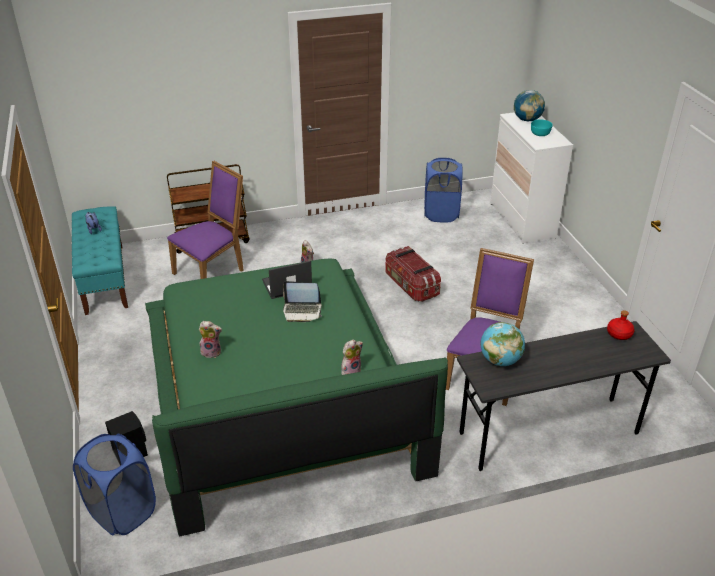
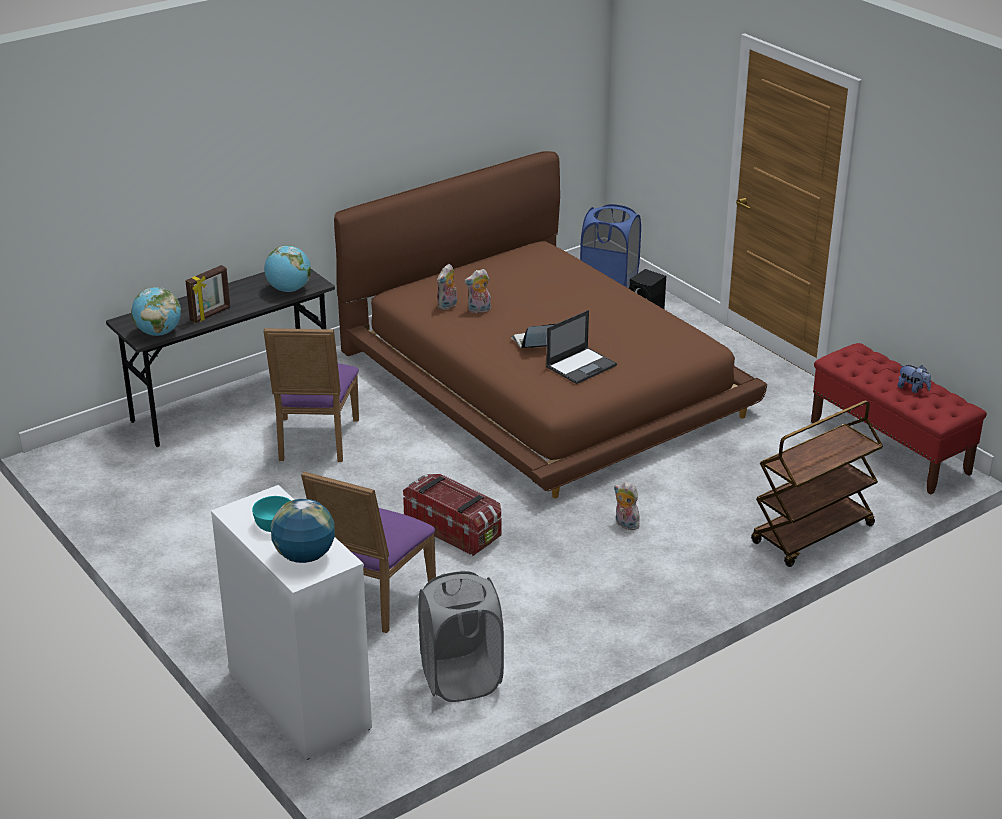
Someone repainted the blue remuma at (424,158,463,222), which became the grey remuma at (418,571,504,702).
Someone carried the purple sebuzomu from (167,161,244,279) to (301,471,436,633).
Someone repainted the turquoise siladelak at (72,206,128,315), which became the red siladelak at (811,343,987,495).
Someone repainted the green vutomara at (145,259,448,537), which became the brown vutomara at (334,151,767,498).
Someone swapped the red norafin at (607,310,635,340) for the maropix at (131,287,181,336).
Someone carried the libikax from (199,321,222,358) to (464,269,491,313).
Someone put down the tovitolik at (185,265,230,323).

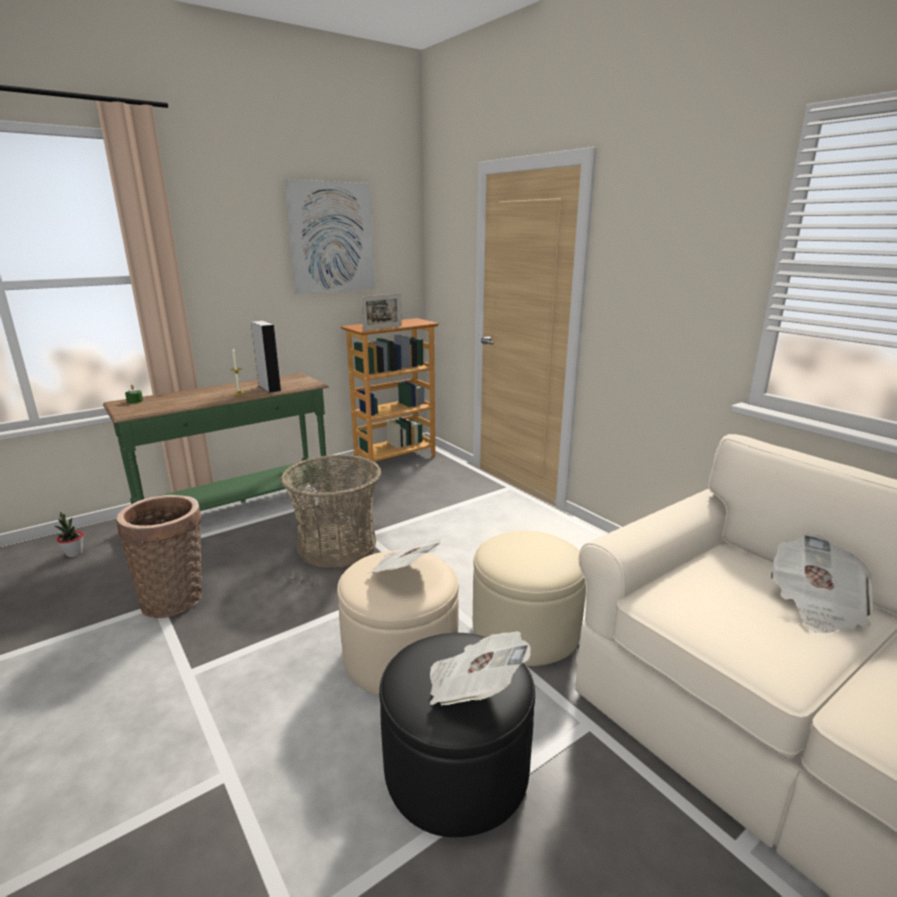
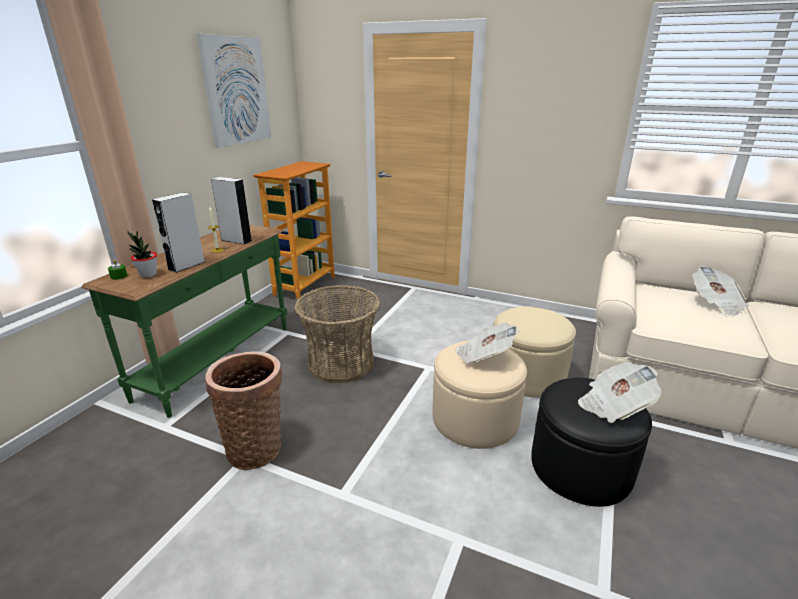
Someone took away the tovitolik at (361,293,402,331).
Someone carried the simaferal from (55,512,83,557) to (127,231,157,278).
Someone put down the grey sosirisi at (152,192,205,273).

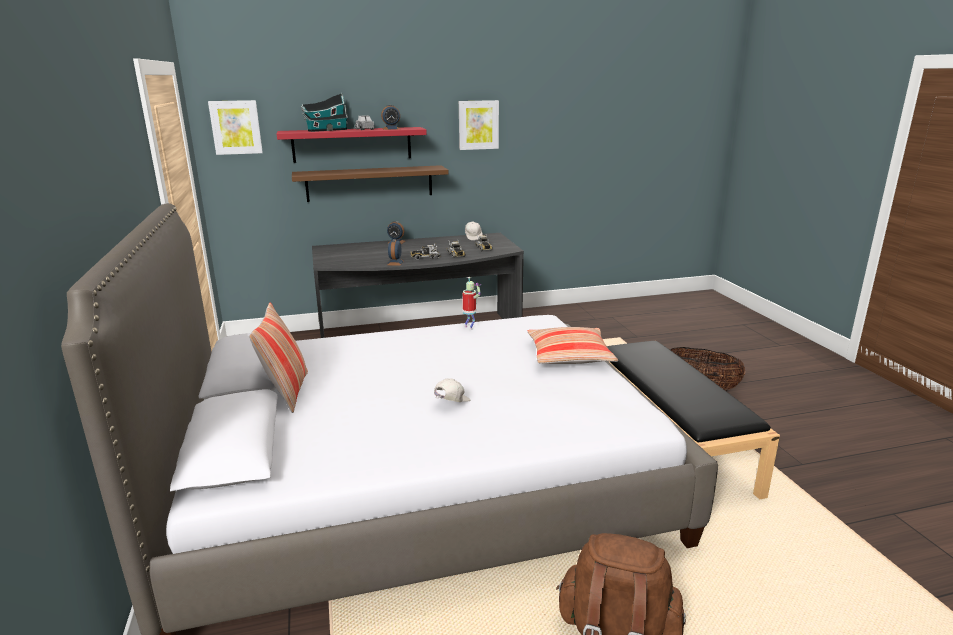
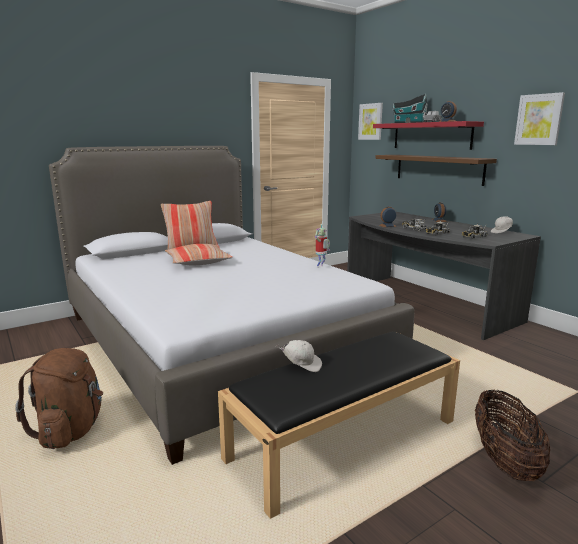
Someone carried the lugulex from (527,327,618,364) to (165,244,233,265).
Someone carried the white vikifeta from (434,378,470,402) to (276,340,322,372).

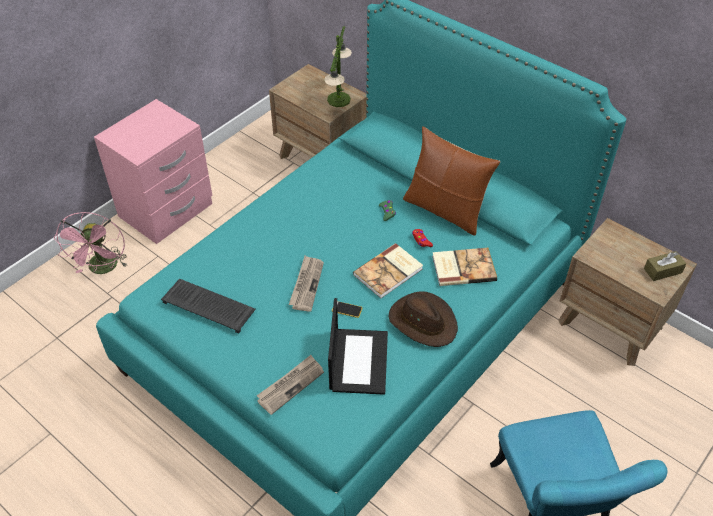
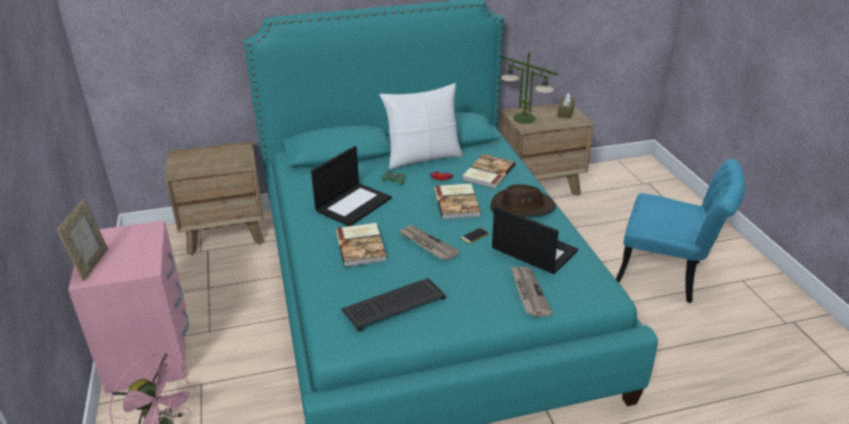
Someone carried the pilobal from (324,26,352,107) to (501,52,559,124).
Someone repainted the brown lugulex at (403,126,500,236), which became the white lugulex at (379,83,463,169).
Someone put down the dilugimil at (311,146,392,226).
Someone put down the tovitolik at (57,199,108,281).
Someone put down the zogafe at (336,223,387,267).

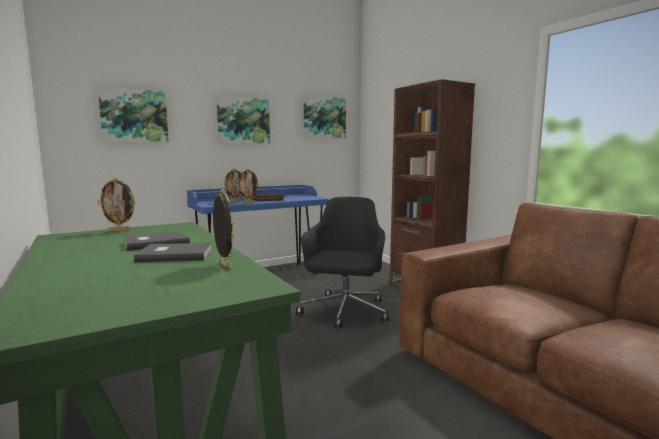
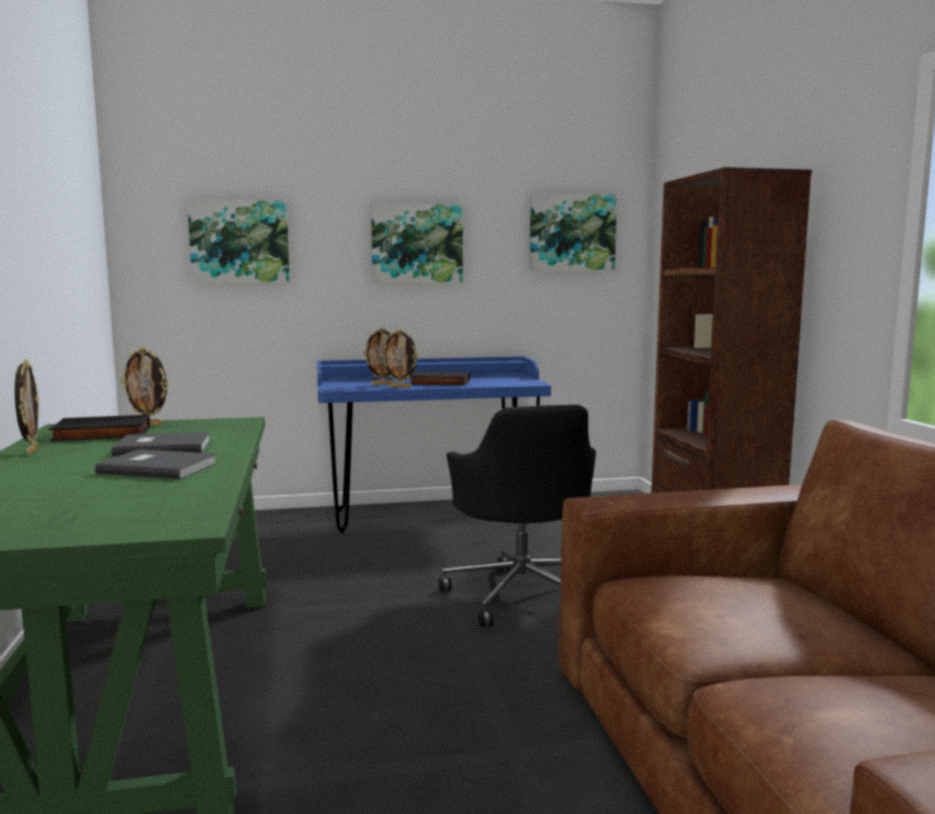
Someone carried the tovitolik from (213,189,235,269) to (15,360,39,456).
Someone rotated the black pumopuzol at (296,197,389,328) by 135 degrees clockwise.
Someone put down the black zogafe at (49,415,150,442).

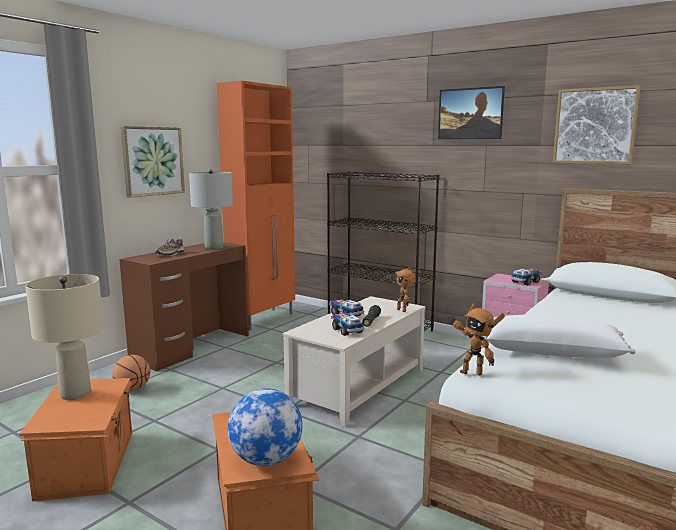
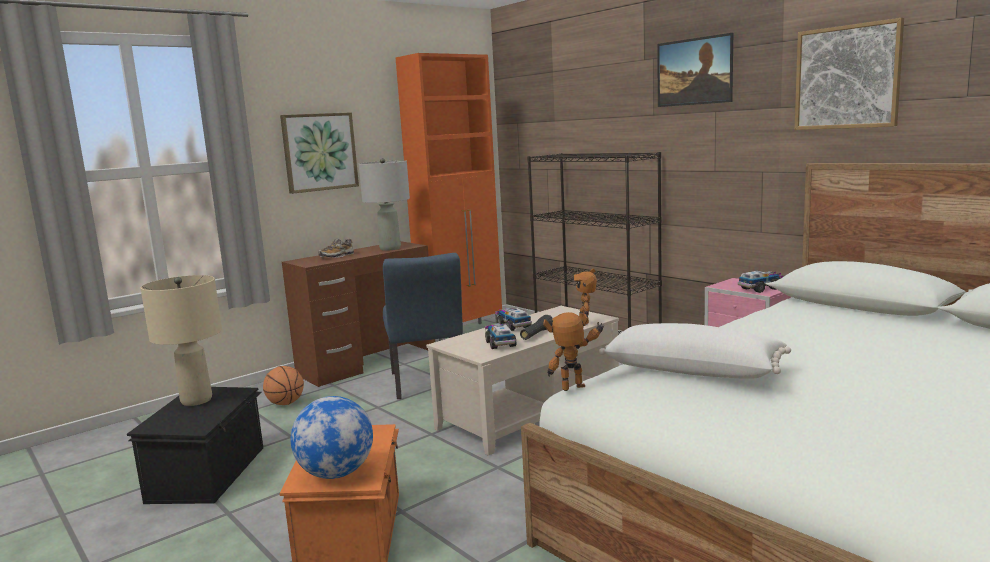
Someone rotated the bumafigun at (449,303,505,375) by 120 degrees clockwise.
Someone repainted the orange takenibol at (19,378,133,502), which became the black takenibol at (127,387,263,504).
Someone put down the blue sebuzomu at (383,253,463,399).

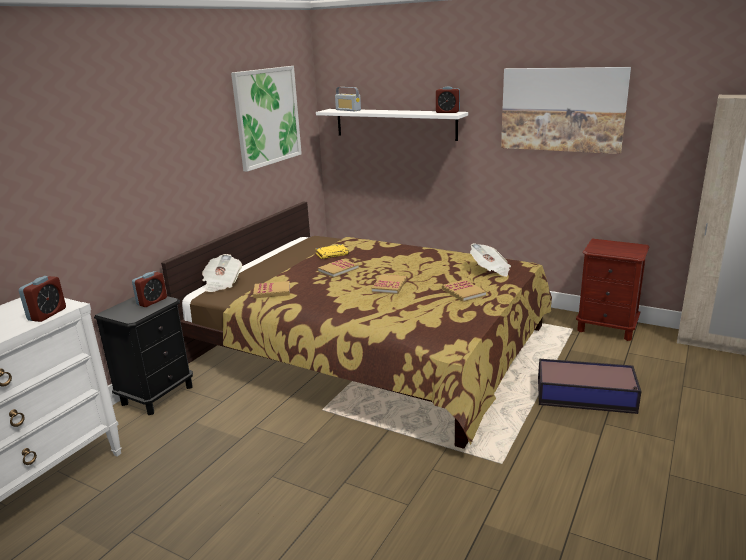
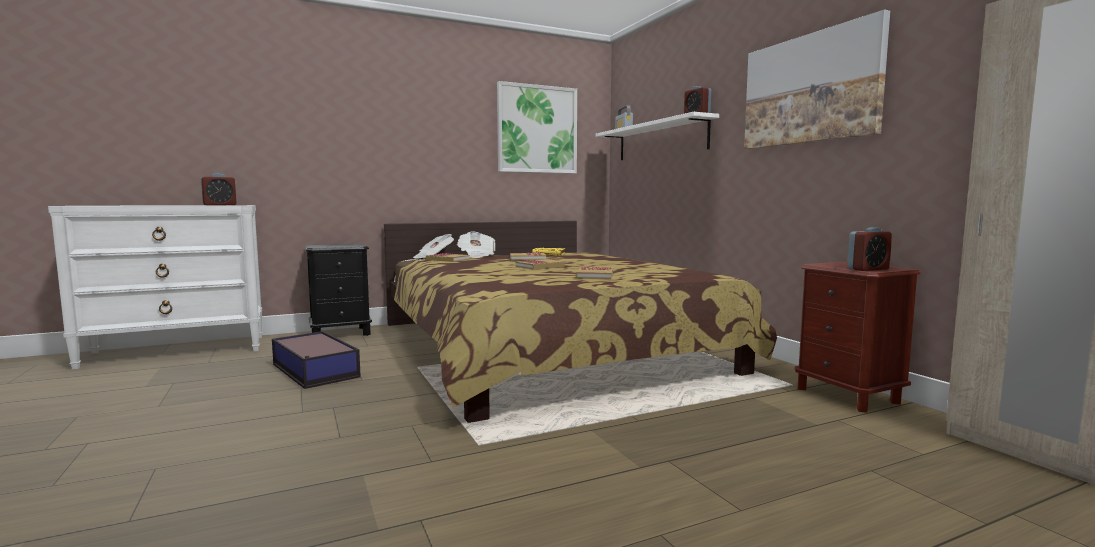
Someone carried the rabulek from (470,243,511,277) to (457,232,495,258).
Someone carried the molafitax from (132,271,167,307) to (848,227,892,271).
Someone carried the takenibol from (538,359,641,414) to (272,331,361,389).

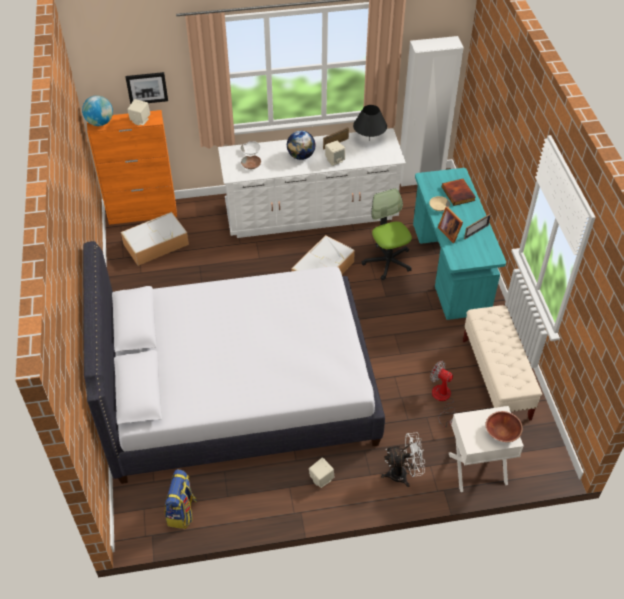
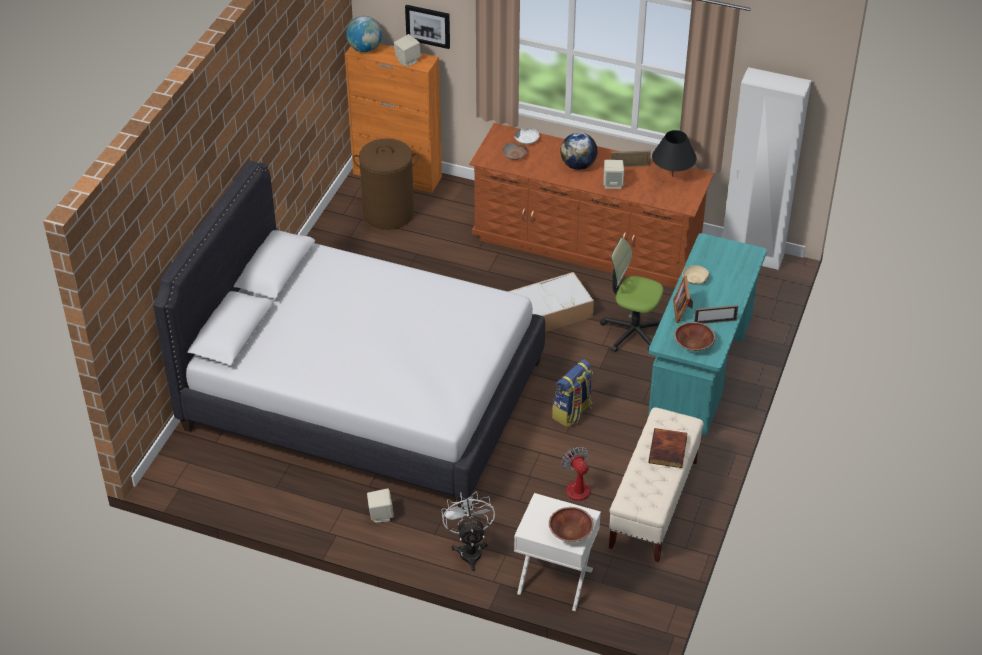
Someone repainted the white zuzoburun at (218,128,406,238), which became the brown zuzoburun at (469,123,714,288).
Someone carried the zogafe from (442,179,475,206) to (648,428,687,468).
Someone rotated the pumopuzol at (362,188,412,280) by 75 degrees counterclockwise.
Someone swapped the takenibol at (121,212,189,266) for the brown remuma at (353,138,419,230).
Someone rotated the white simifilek at (381,433,425,487) by 120 degrees counterclockwise.
Someone carried the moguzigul from (165,469,197,529) to (552,359,593,427).
Someone put down the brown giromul at (674,322,715,351).

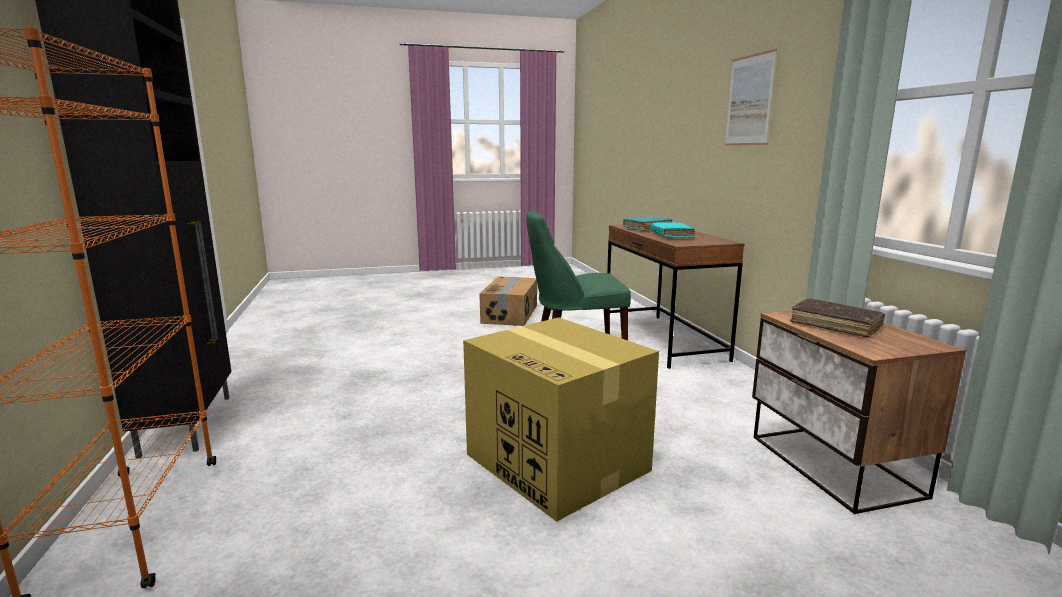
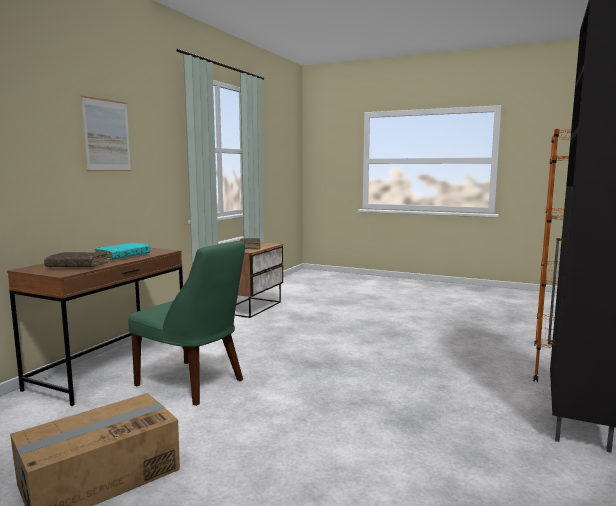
Someone repainted the turquoise zogafe at (623,216,672,231), which became the brown zogafe at (44,252,108,267).
Someone took away the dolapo at (463,317,659,522).

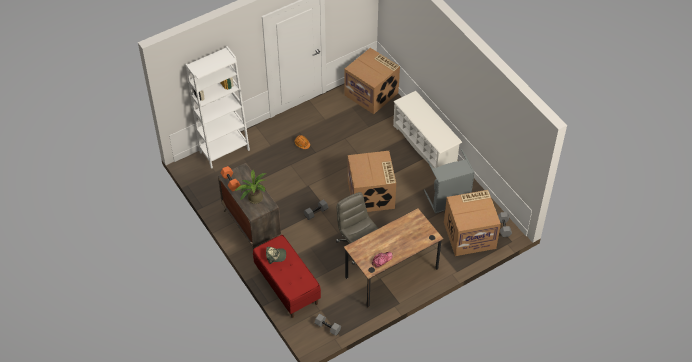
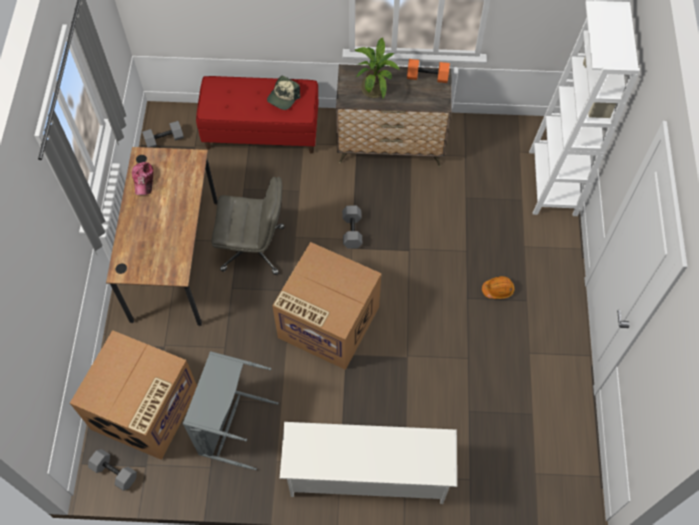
Someone took away the dolapo at (345,48,400,114).

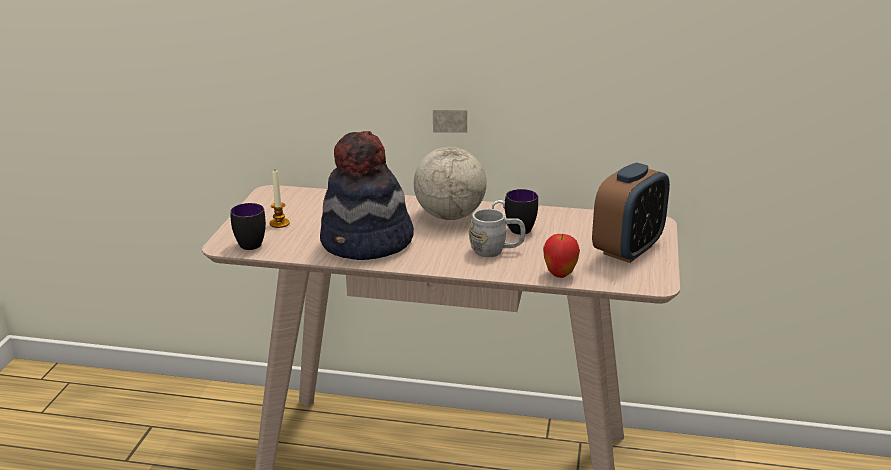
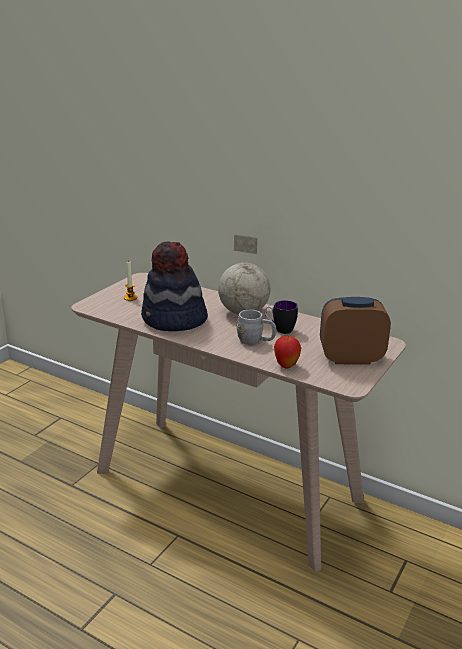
Someone rotated the molafitax at (592,163,670,263) by 150 degrees counterclockwise.
Someone took away the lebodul at (230,203,266,250).

